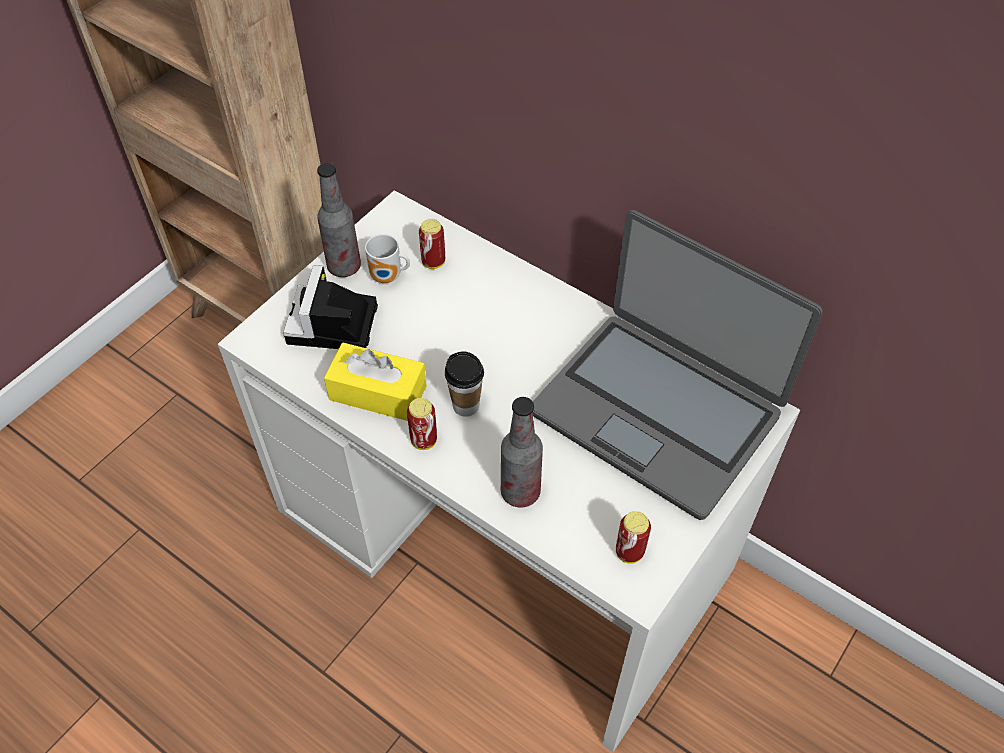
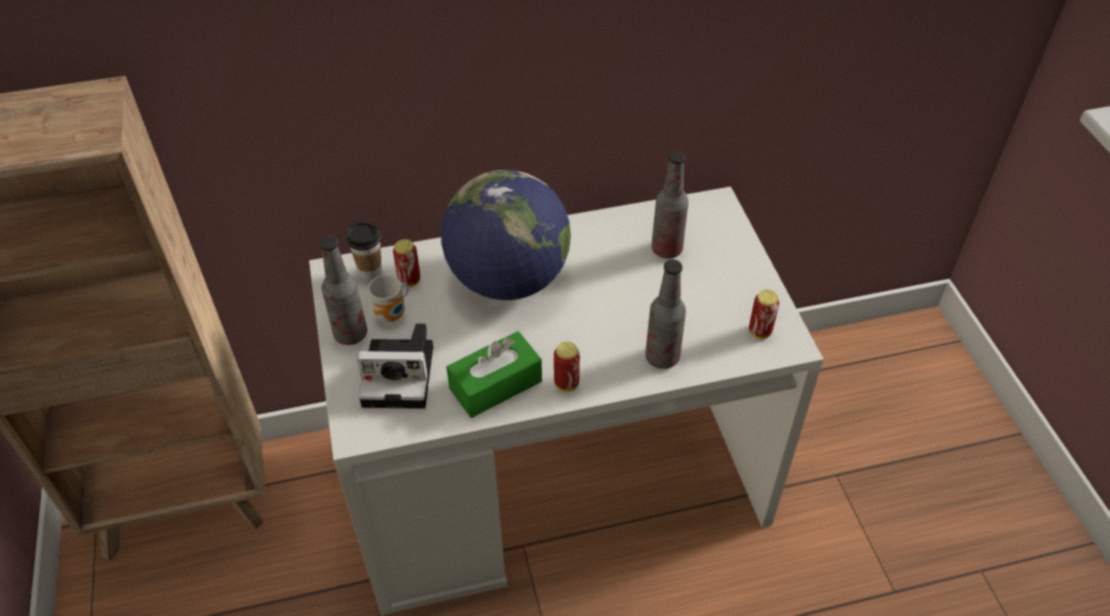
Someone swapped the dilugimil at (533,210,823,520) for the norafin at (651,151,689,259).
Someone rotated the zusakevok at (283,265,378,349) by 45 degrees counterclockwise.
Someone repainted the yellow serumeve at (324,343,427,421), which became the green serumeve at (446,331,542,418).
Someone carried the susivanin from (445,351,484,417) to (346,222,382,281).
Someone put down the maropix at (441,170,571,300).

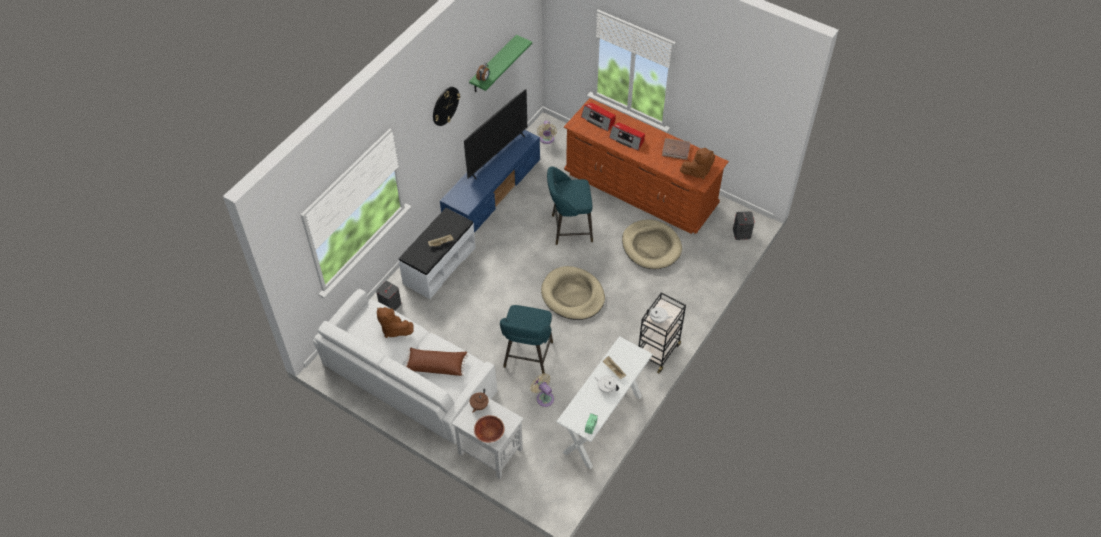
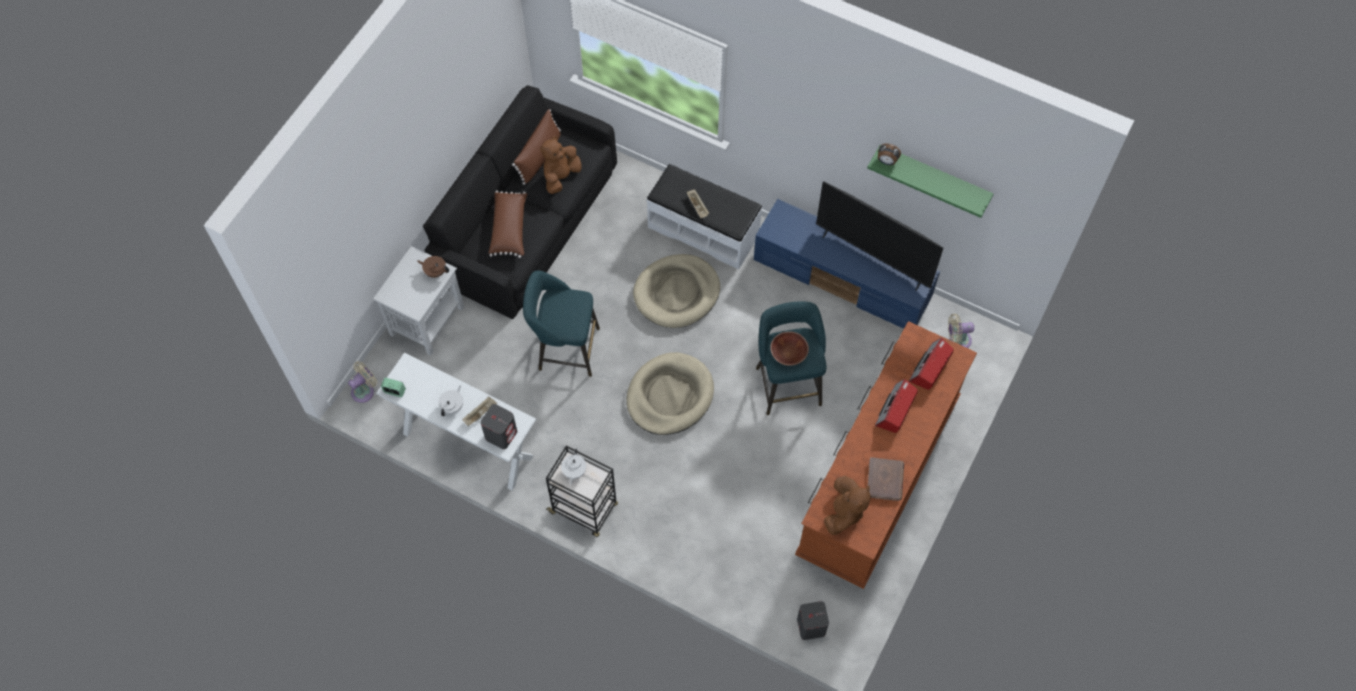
Someone took away the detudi at (433,87,460,126).
Someone rotated the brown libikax at (680,148,715,179) by 135 degrees counterclockwise.
Someone carried the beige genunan from (622,220,682,269) to (633,254,720,328).
Someone carried the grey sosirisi from (376,281,401,311) to (480,404,517,449).
Someone repainted the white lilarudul at (313,289,497,444), which became the black lilarudul at (423,85,617,319).
Someone carried the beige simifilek from (530,373,554,407) to (348,361,377,403).
Someone carried the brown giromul from (474,415,504,443) to (770,331,809,366).
Someone put down the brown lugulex at (512,109,561,185).

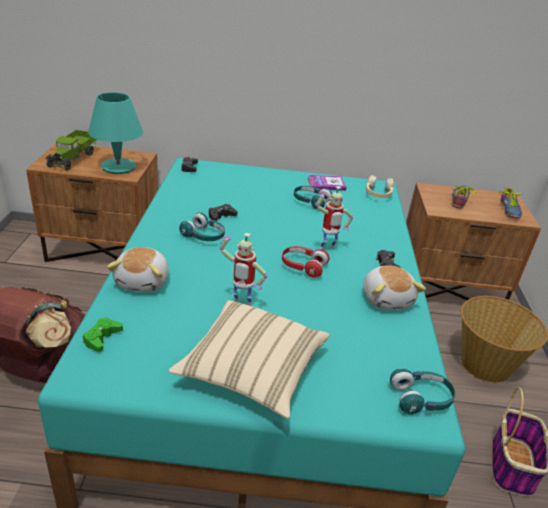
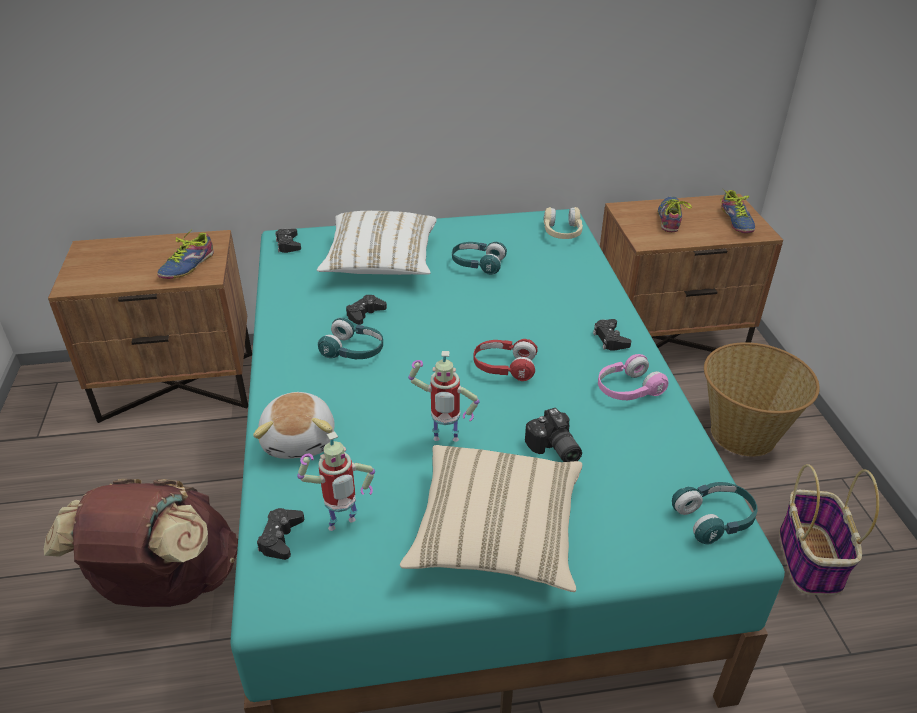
Someone swapped the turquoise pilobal at (88,92,143,174) for the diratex at (157,229,214,279).
Someone took away the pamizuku at (46,130,97,171).
Someone took away the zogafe at (308,175,347,191).
Someone carried the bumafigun from (316,186,353,249) to (297,431,375,531).
Someone swapped the libikax at (363,265,426,310) for the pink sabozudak at (598,354,668,400).
Someone repainted the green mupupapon at (83,318,123,352), which became the black mupupapon at (257,508,304,560).
Someone put down the white lugulex at (317,211,437,275).
Someone put down the zusakevok at (525,408,582,462).

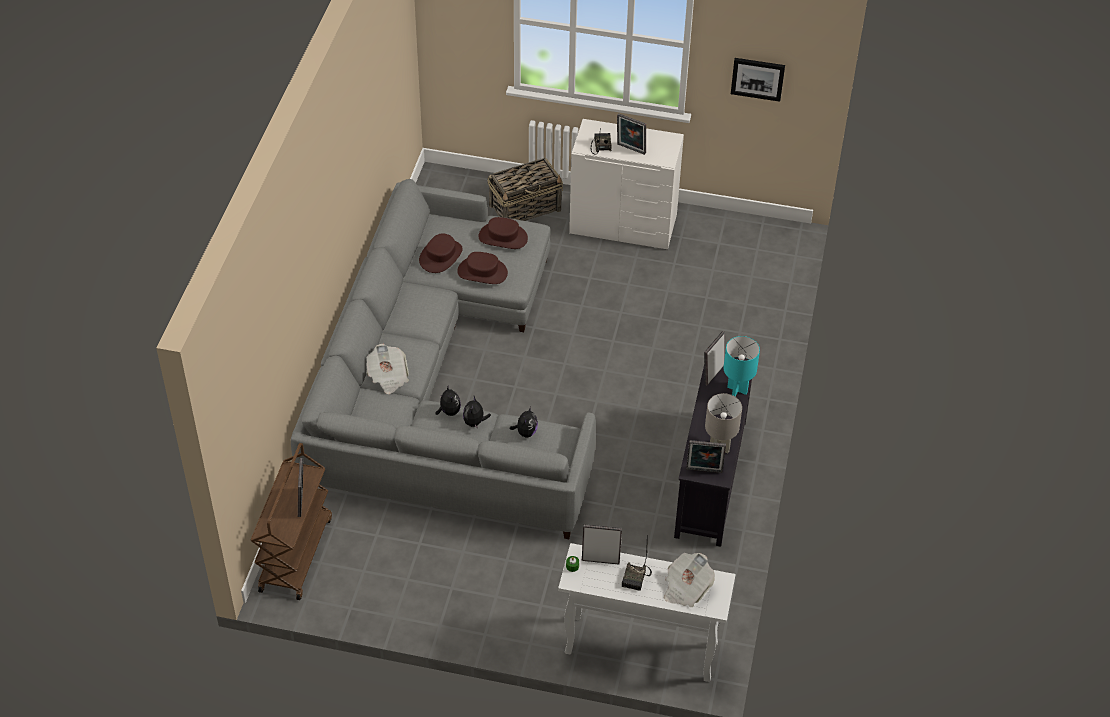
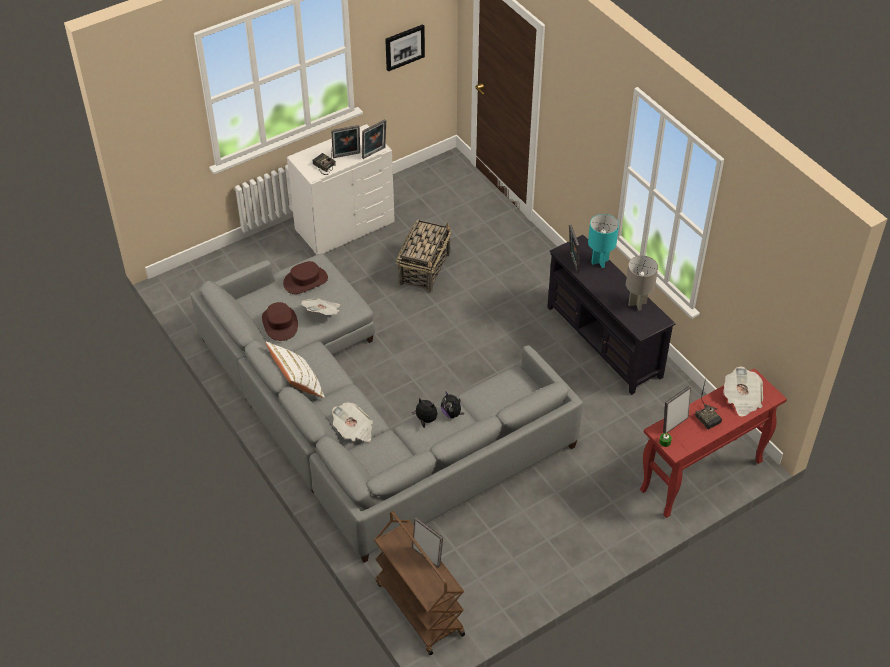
Someone carried the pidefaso from (488,158,563,221) to (396,219,451,293).
Someone swapped the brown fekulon at (457,252,508,284) for the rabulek at (301,298,340,315).
Someone took away the libikax at (510,407,538,438).
Someone carried the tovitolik from (686,440,726,473) to (362,119,386,159).
Someone repainted the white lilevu at (558,543,736,682), which became the red lilevu at (640,368,787,518).
Someone put down the white lugulex at (266,342,325,398).

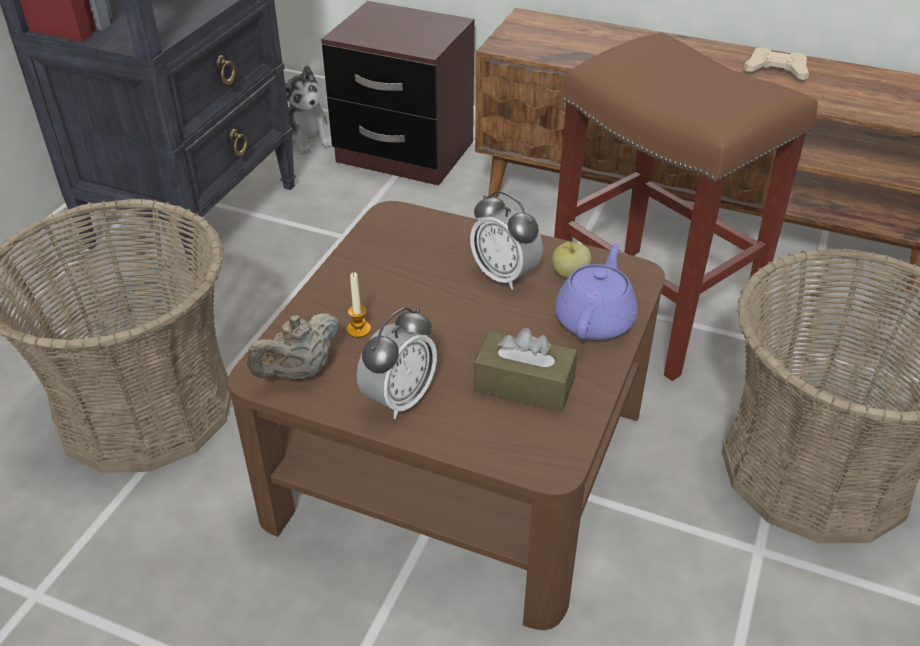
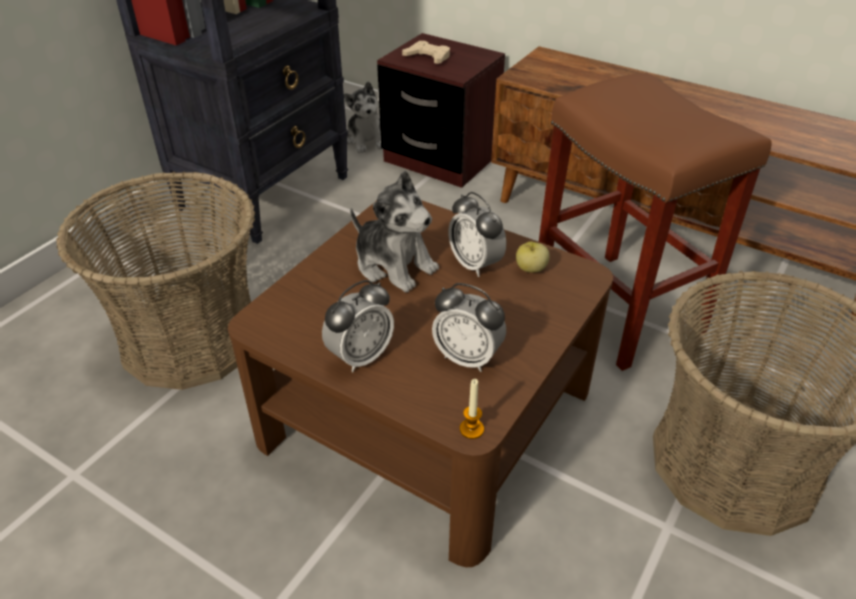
Someone carried the beige mupupapon from (744,48,809,80) to (402,41,450,64).
Someone took away the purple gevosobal at (555,243,638,340).
Someone carried the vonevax from (347,272,371,338) to (460,379,484,439).
Someone took away the beige gevosobal at (247,313,340,380).
Someone swapped the brown serumeve at (474,328,577,411) for the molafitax at (432,283,506,372).
Someone put down the libikax at (350,170,439,292).

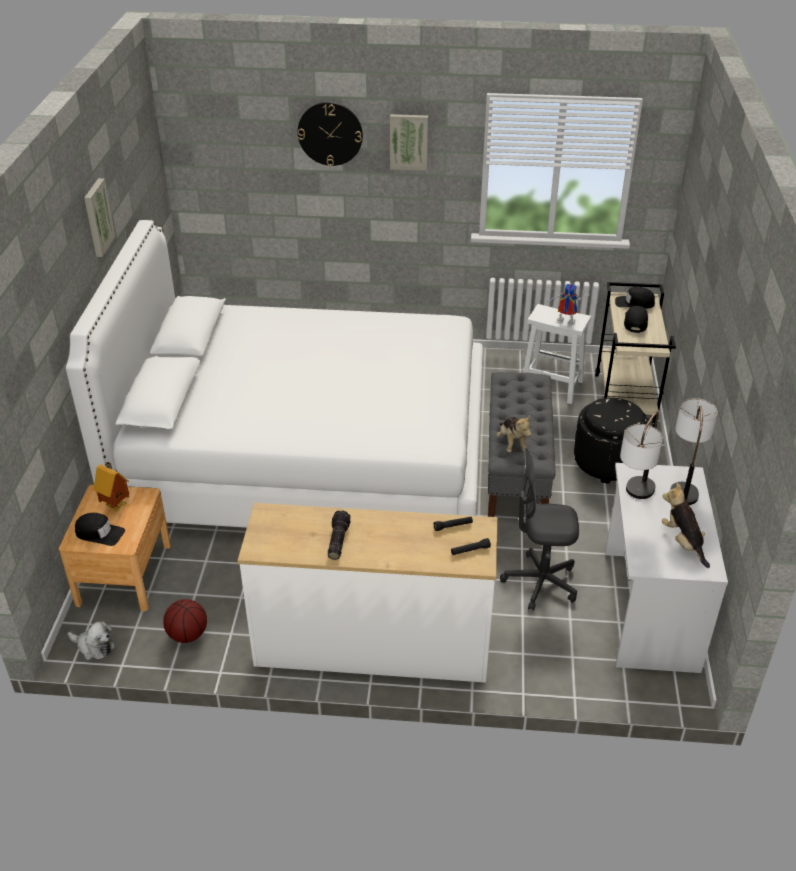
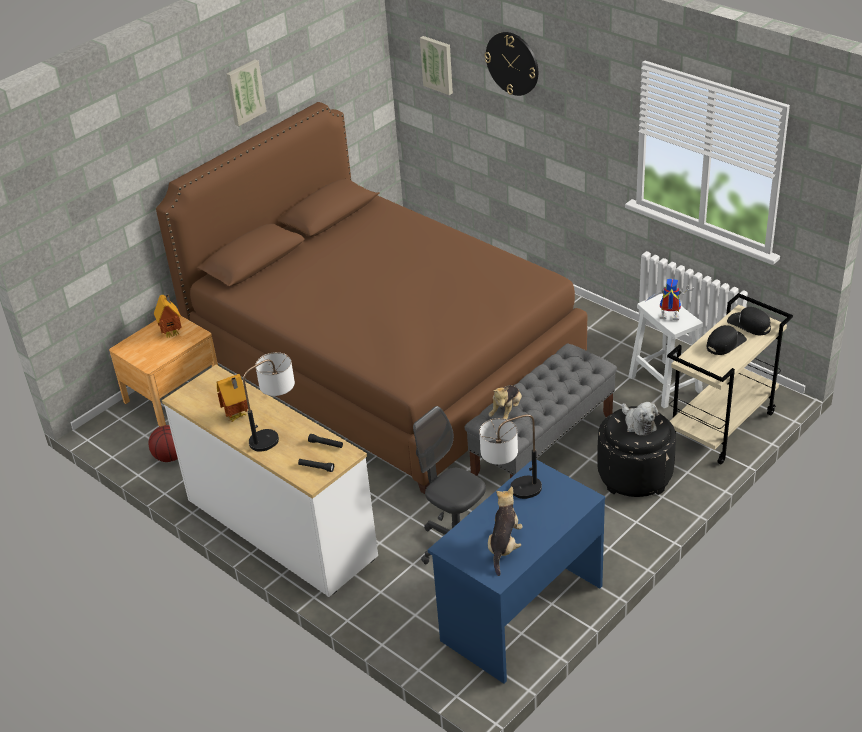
Someone carried the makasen from (390,114,428,171) to (420,36,453,95).
Someone repainted the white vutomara at (66,220,483,528), which became the brown vutomara at (156,102,587,494).
Someone rotated the bumafigun at (546,284,590,325) by 45 degrees counterclockwise.
Someone carried the pilobal from (670,398,718,505) to (243,352,295,452).
Someone repainted the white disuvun at (605,463,728,673), which became the blue disuvun at (428,460,605,684).
Someone swapped the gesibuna at (328,511,351,560) for the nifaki at (217,374,248,422).
Someone took away the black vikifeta at (75,513,125,546).
Someone carried the libikax from (68,621,115,660) to (622,402,659,436).

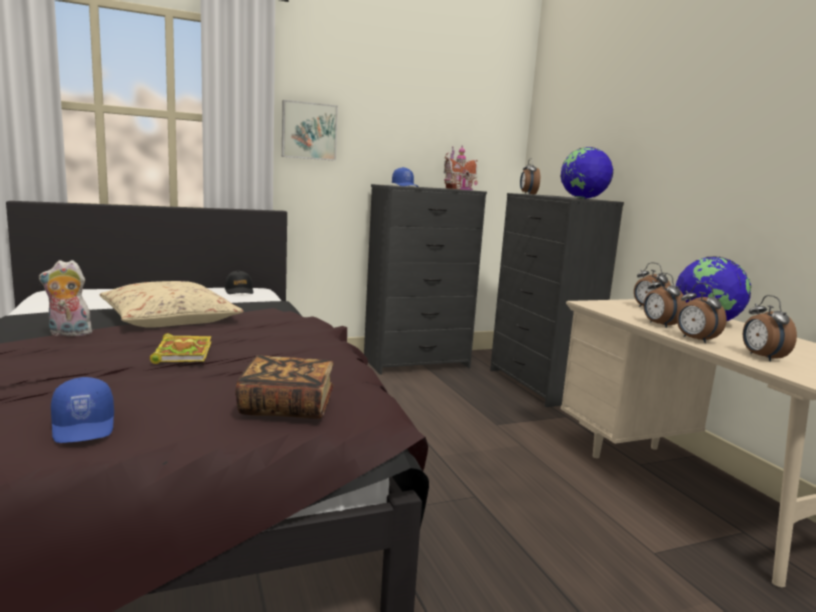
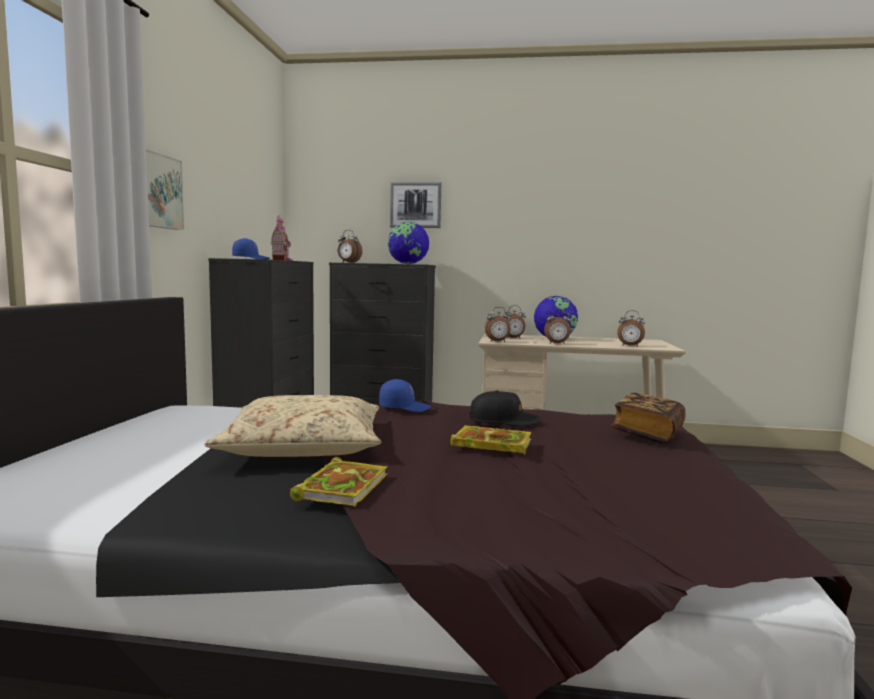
Someone swapped the libikax at (39,260,92,336) for the zogafe at (290,457,388,506).
Someone carried the black vikifeta from (225,270,253,294) to (469,390,541,427).
Someone carried the molafitax from (677,283,727,343) to (485,307,511,342).
Someone carried the blue vikifeta from (51,377,114,443) to (379,379,431,412).
Someone put up the makasen at (390,182,441,228).

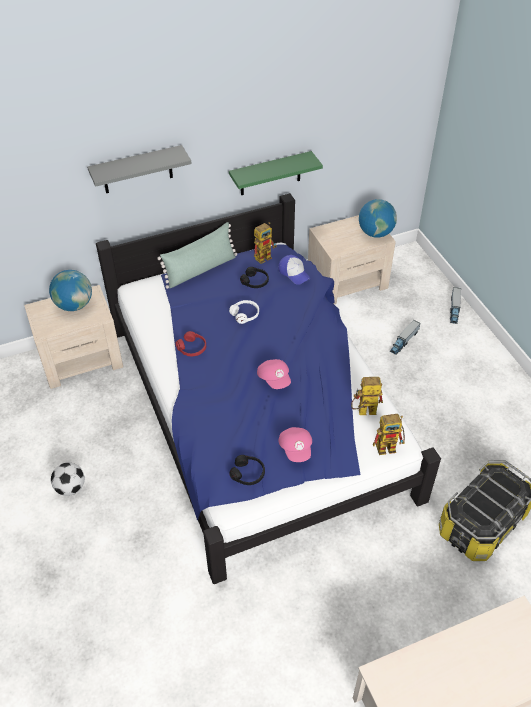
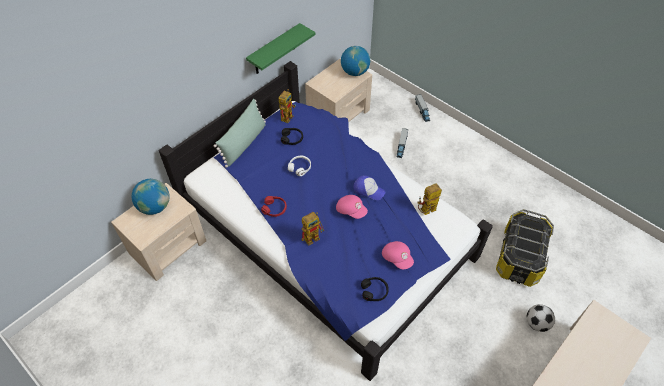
Someone took away the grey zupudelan at (87,145,191,193).
Someone carried the vikifeta from (278,255,310,285) to (353,175,386,200).
Someone carried the bumafigun from (373,414,405,455) to (302,212,324,245).
Someone carried the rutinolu from (51,462,85,496) to (527,304,555,332).

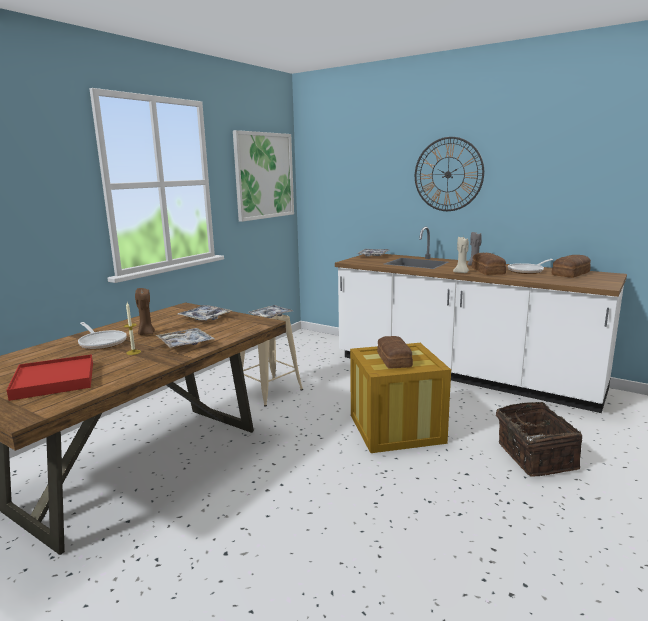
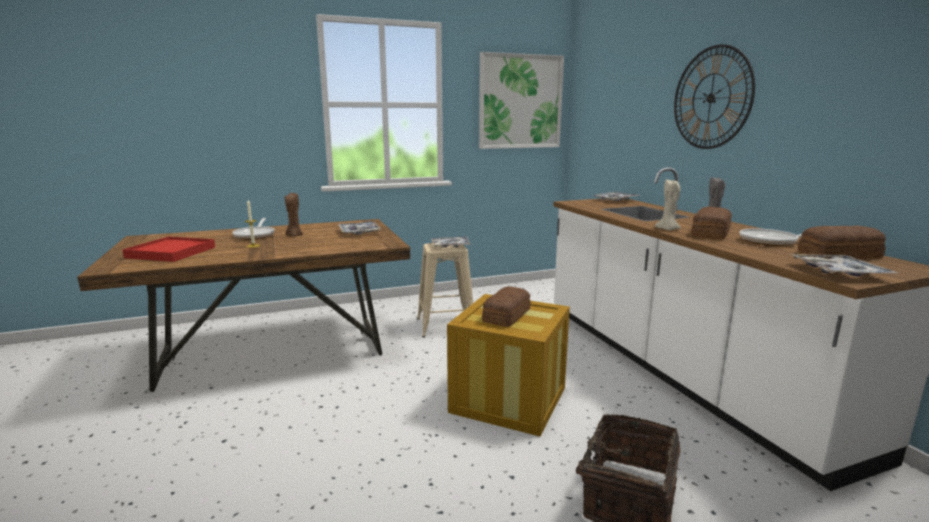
Someone carried the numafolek from (156,328,214,348) to (790,254,899,276).

